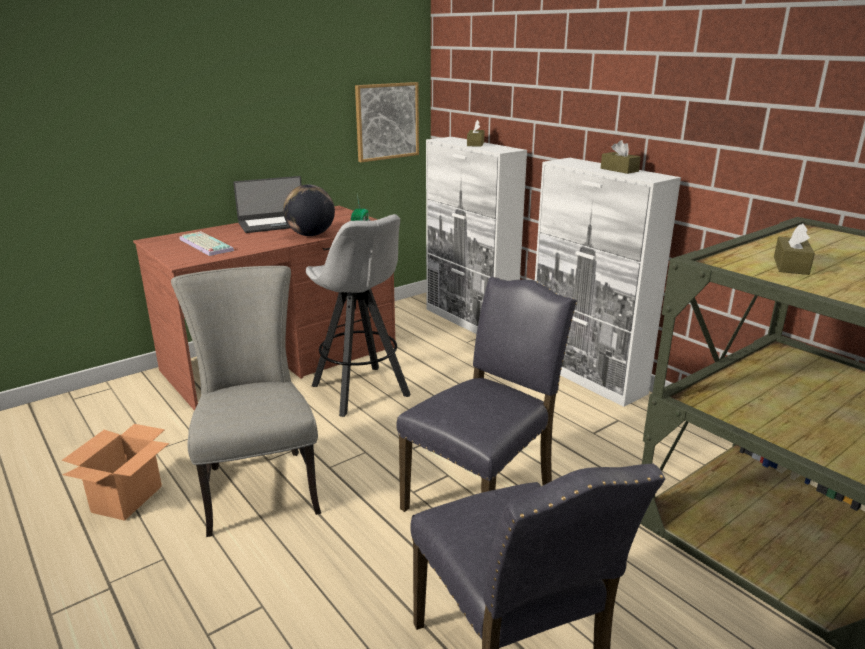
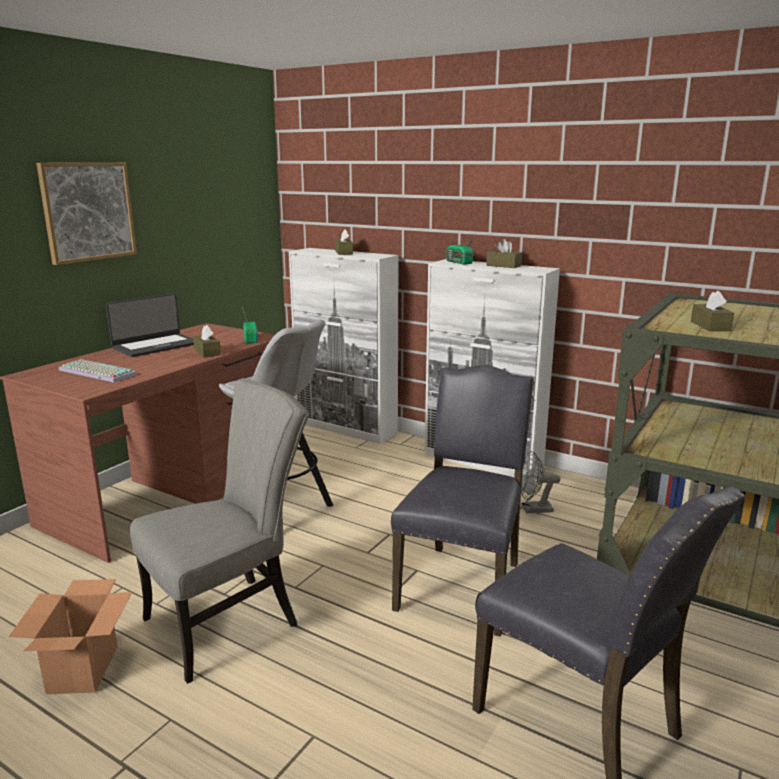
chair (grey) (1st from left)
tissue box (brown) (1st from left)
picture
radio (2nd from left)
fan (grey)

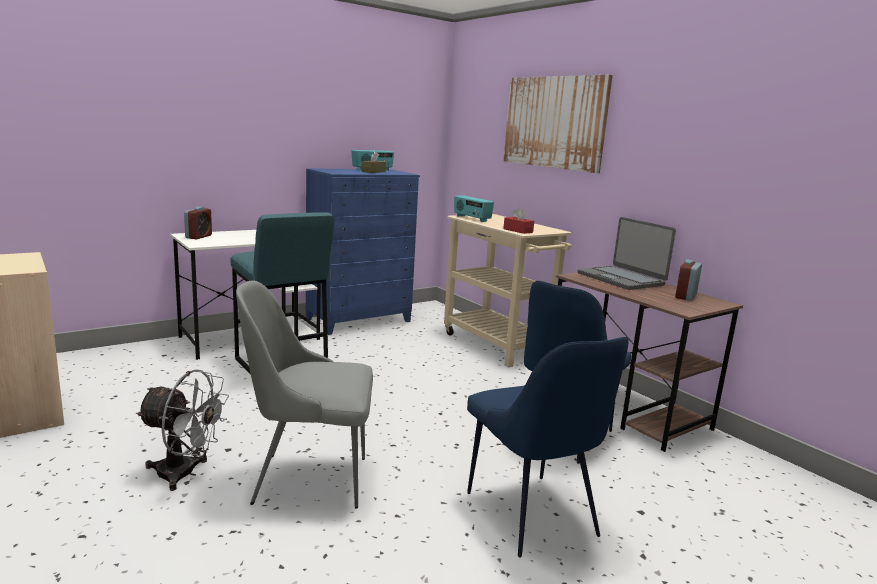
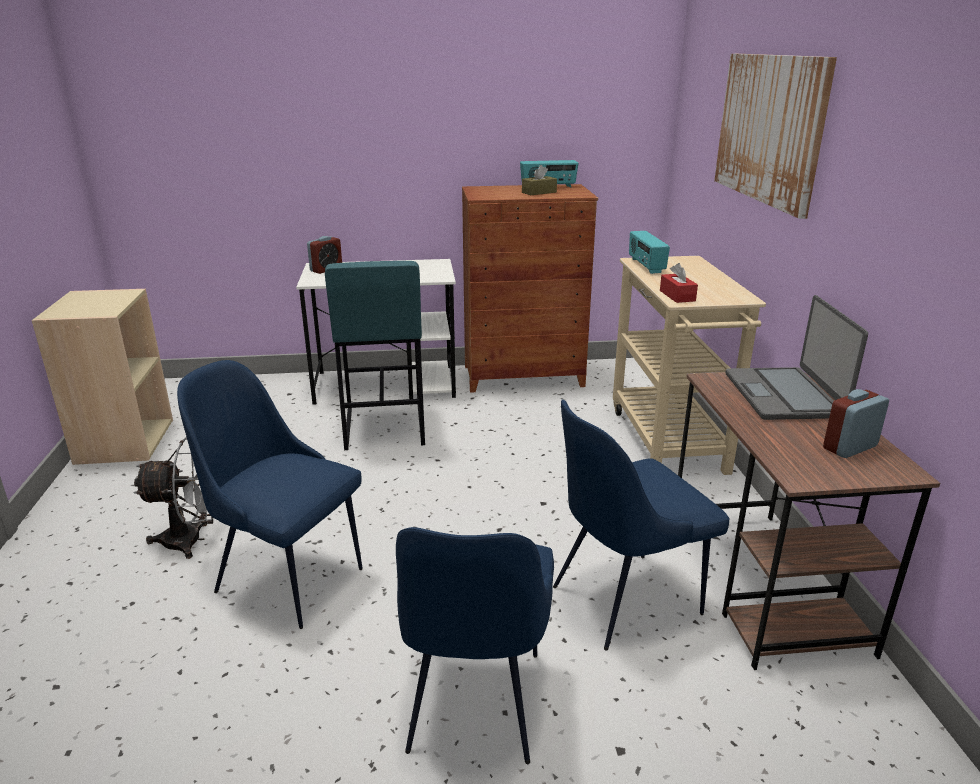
fan (grey)
chair (blue) (1st from left)
dresser (brown)

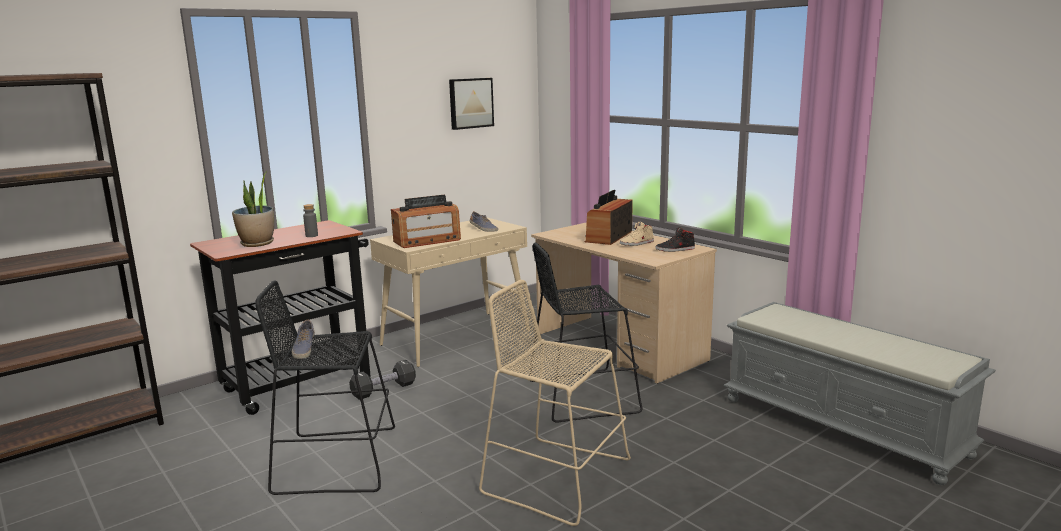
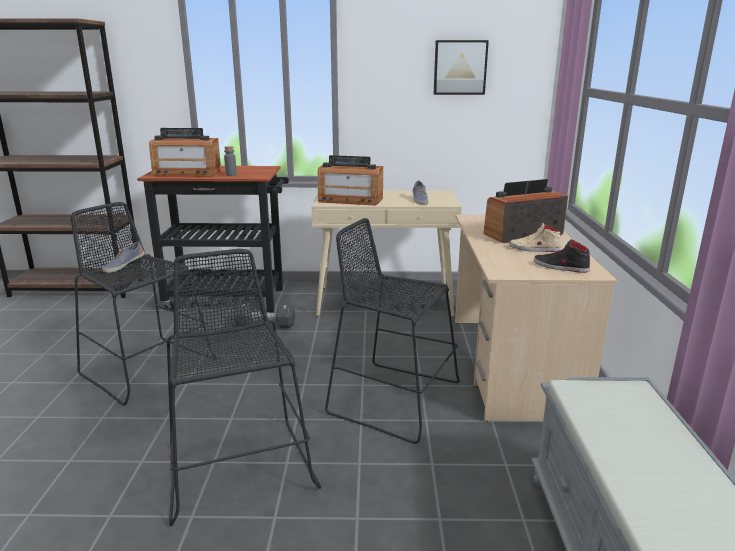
radio (1st from left)
stool (black) (2nd from left)

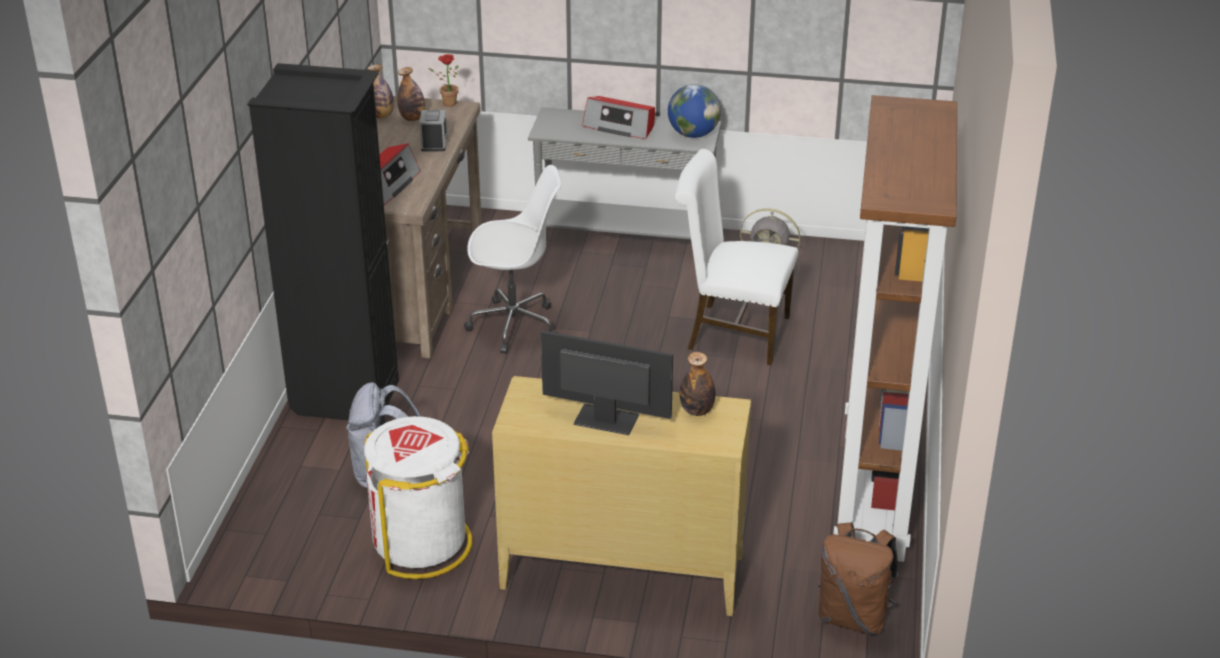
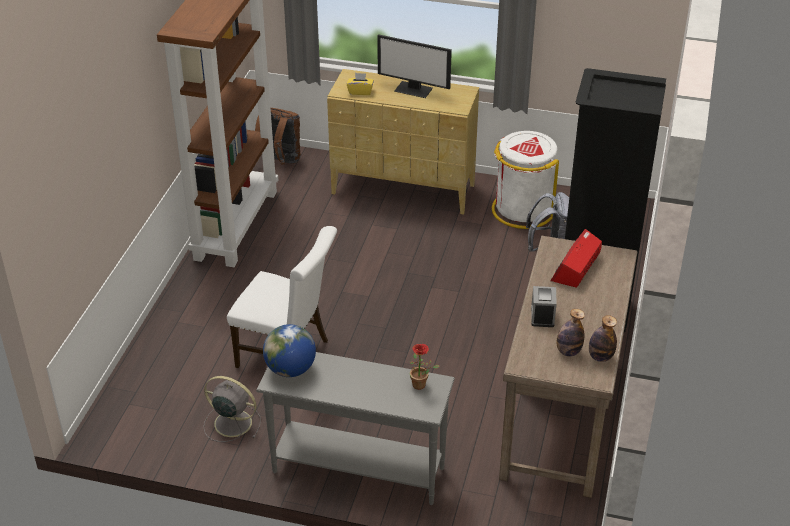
potted plant
office chair (white)
radio (2nd from left in the first image)
tissue box (yellow)

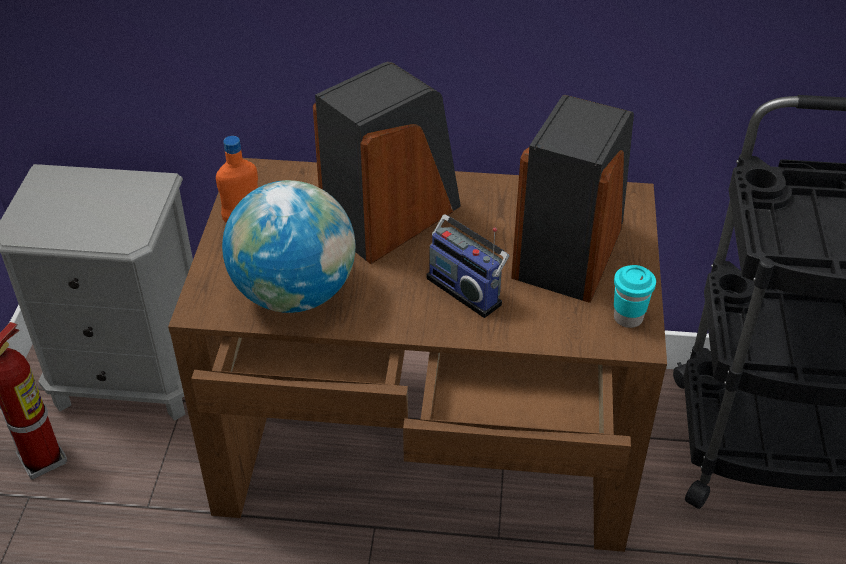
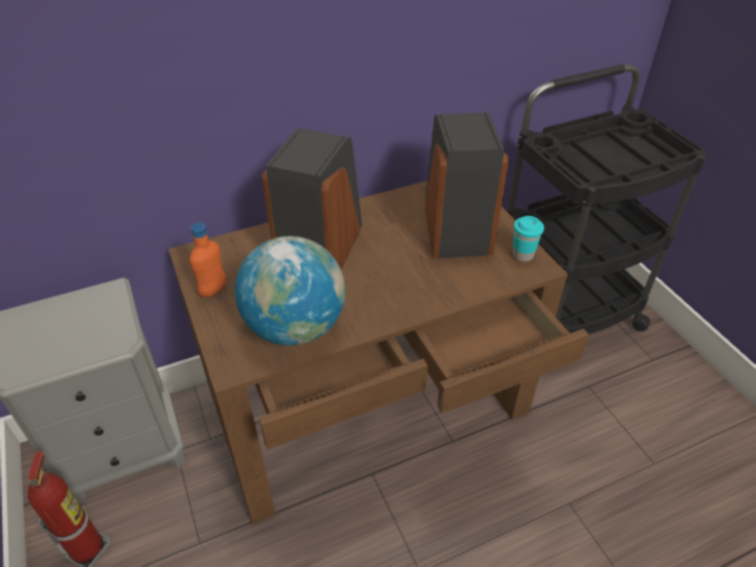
radio

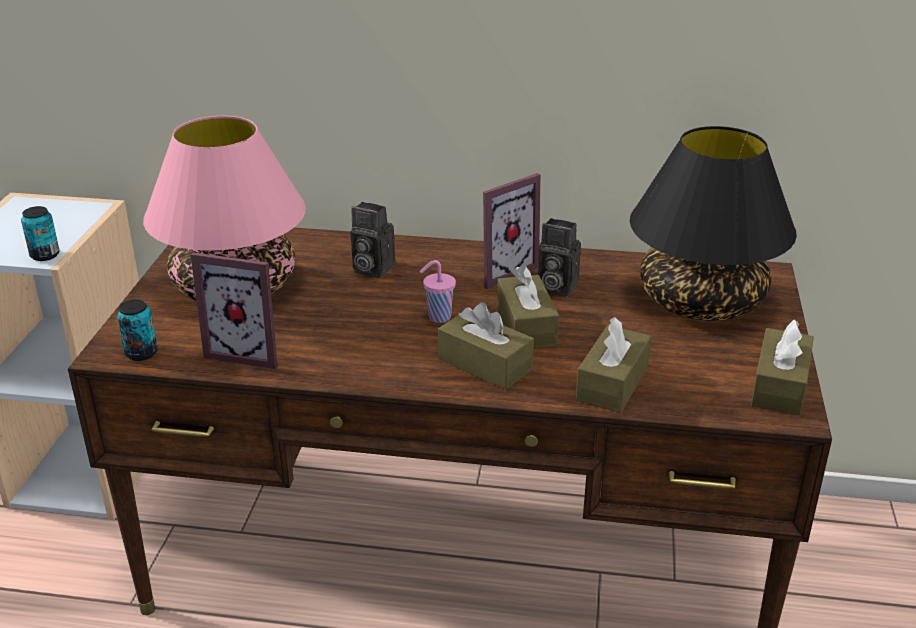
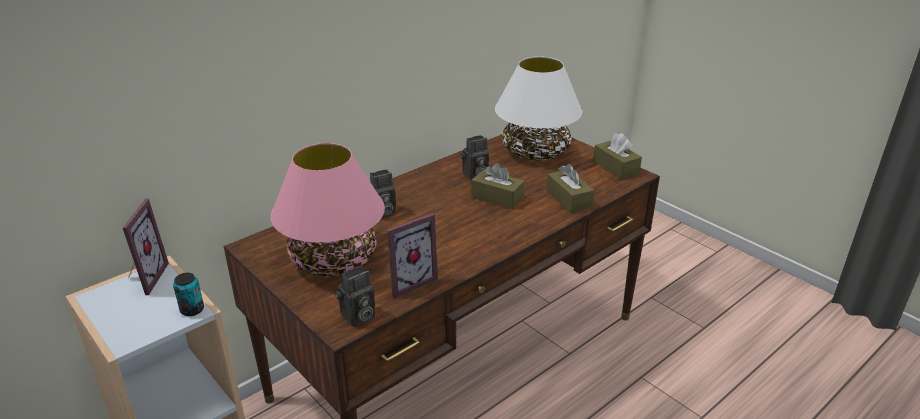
photo camera (1st from left)
cup (pink)
tissue box (brown) (1st from left in the first image)
picture frame (1st from left)
table lamp (white)

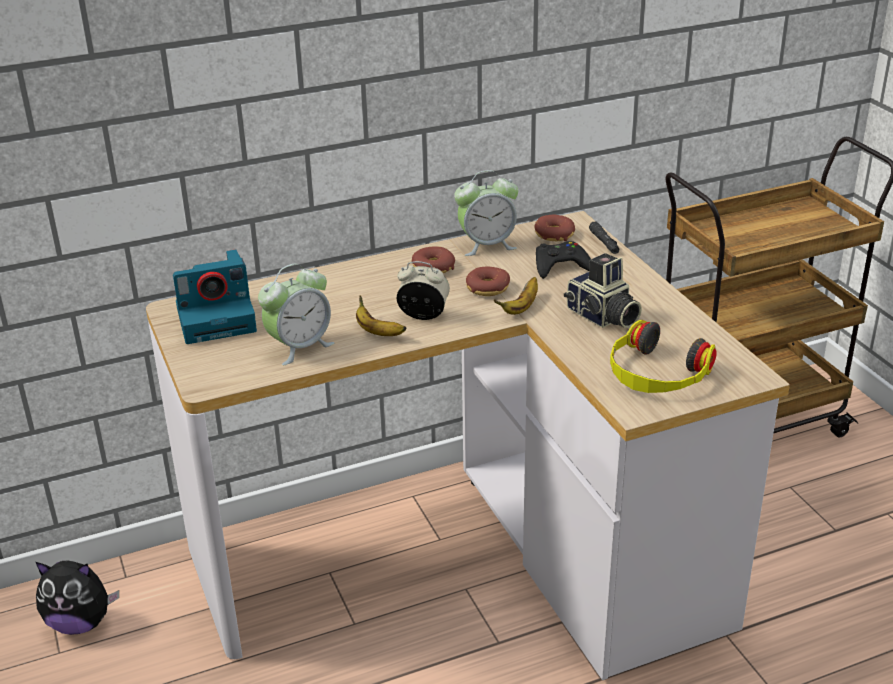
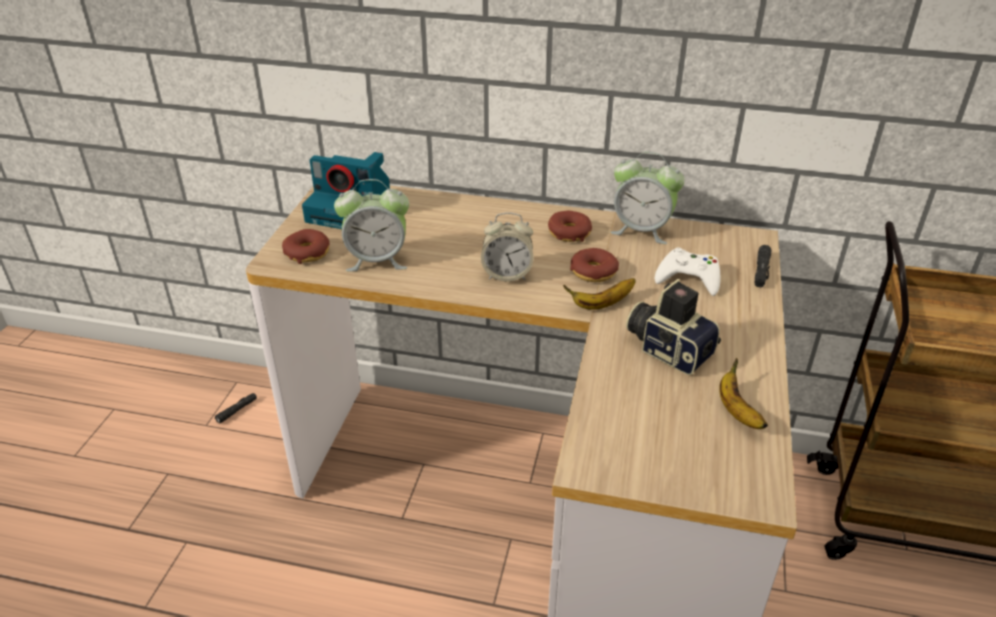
flashlight (black) (1st from left)
banana (2nd from left)
alarm clock (2nd from left)
donut (1st from left)
game controller (white)
photo camera (2nd from left)
headphones

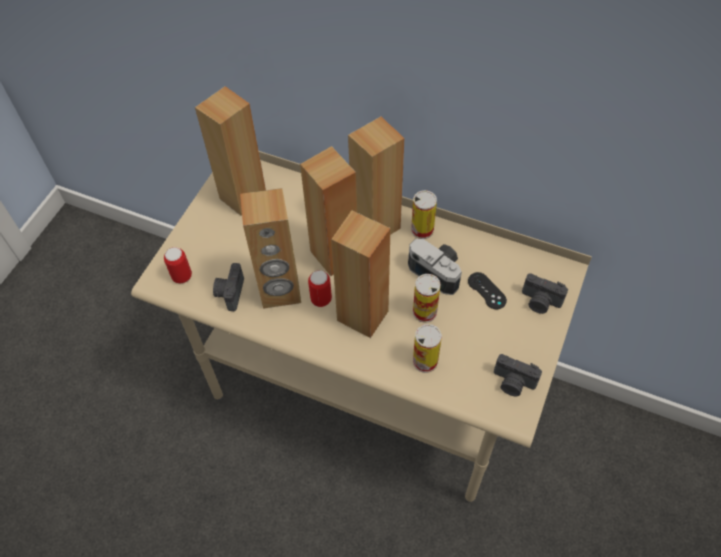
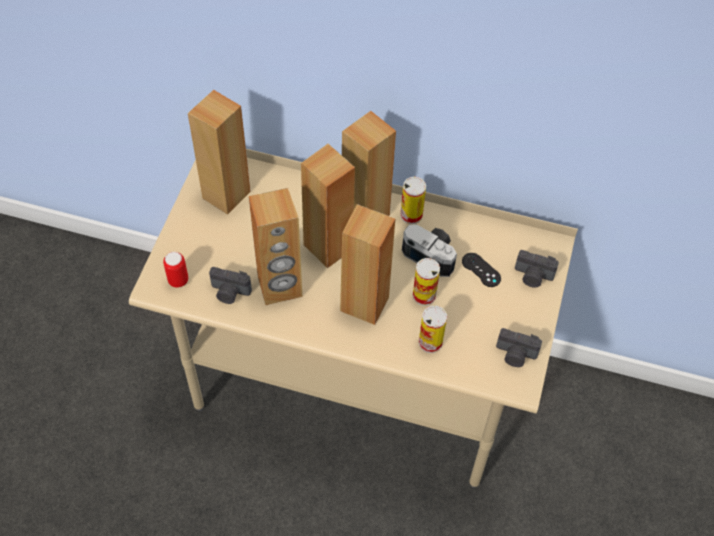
photo camera (1st from left)
can (2nd from left in the first image)

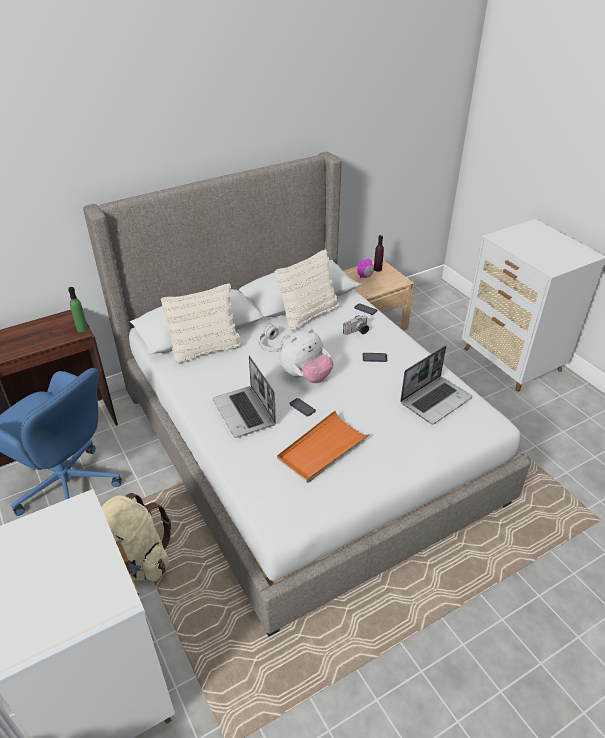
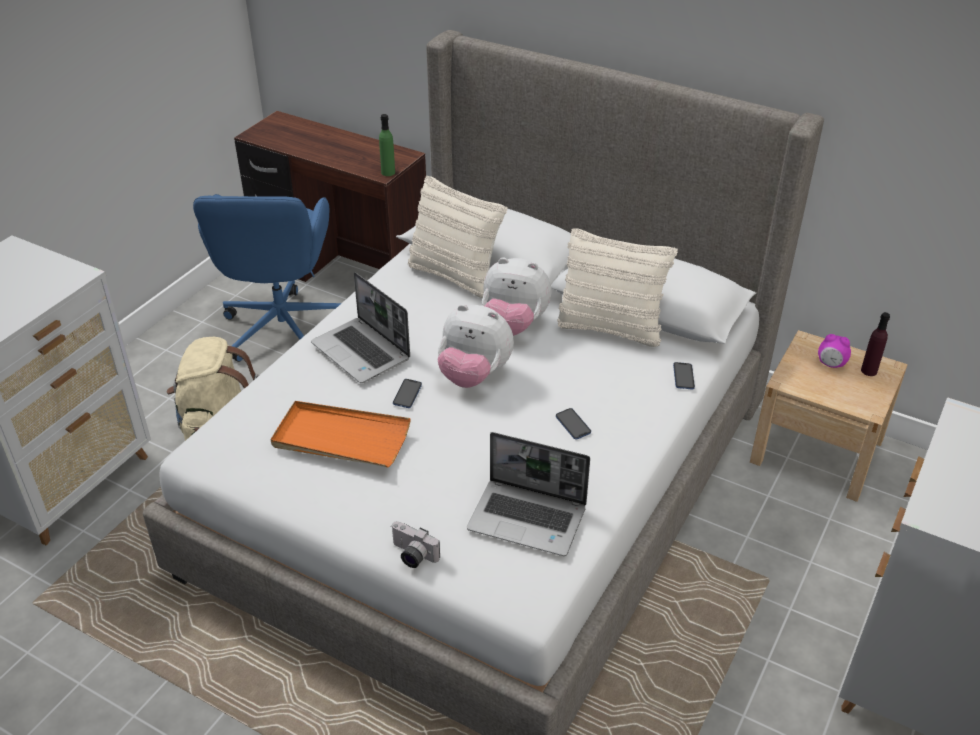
laptop (1st from left)
plush toy (2nd from left)
photo camera

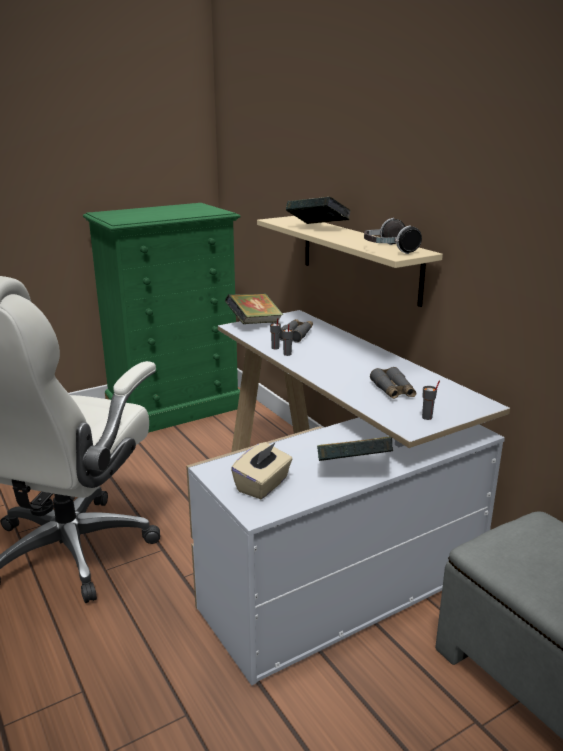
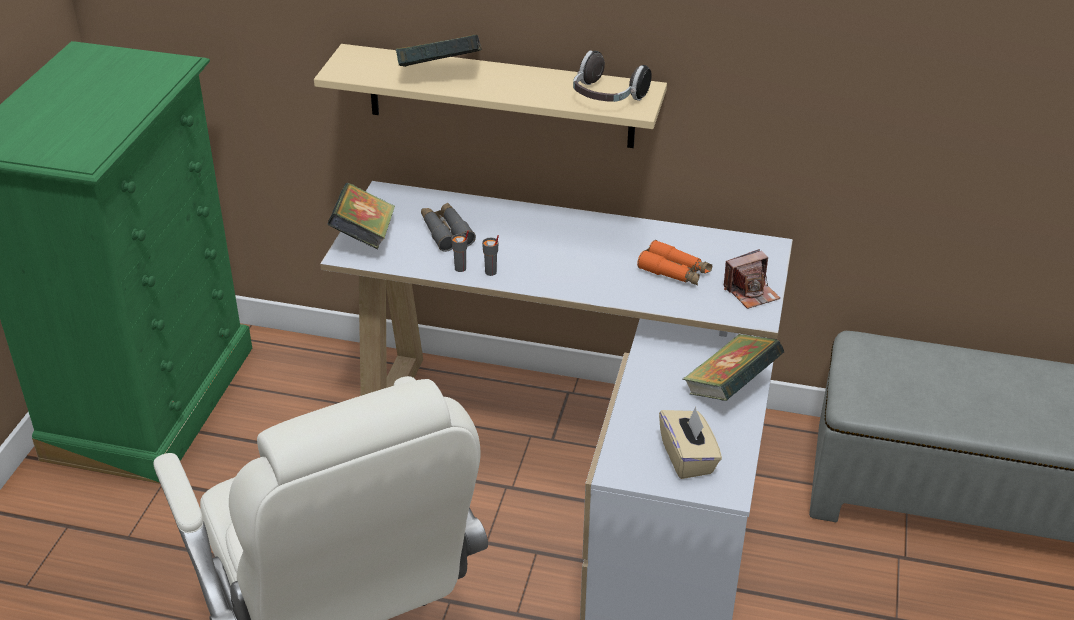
binoculars (orange)
photo camera

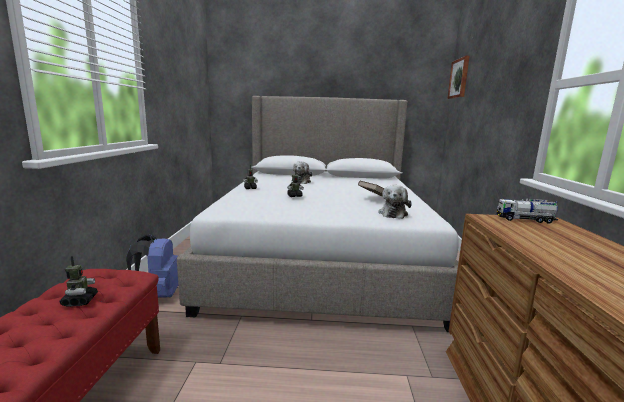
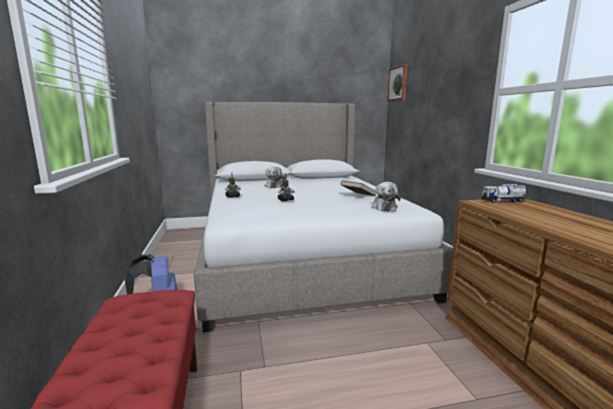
toy robot (1st from left in the first image)

